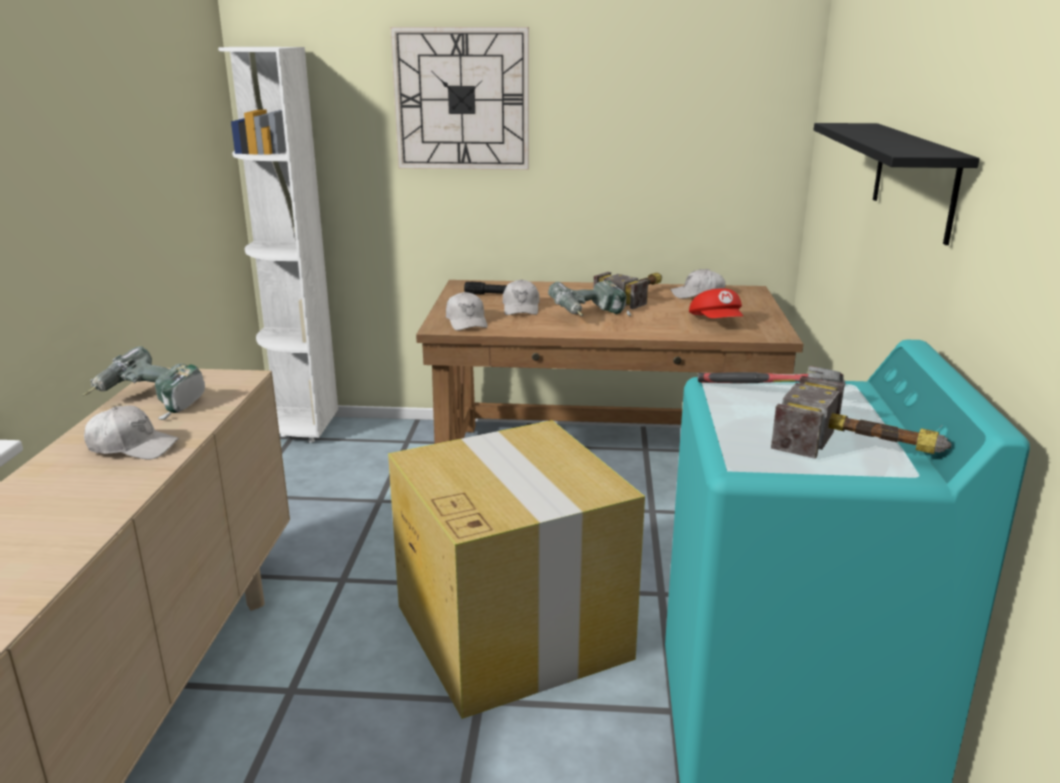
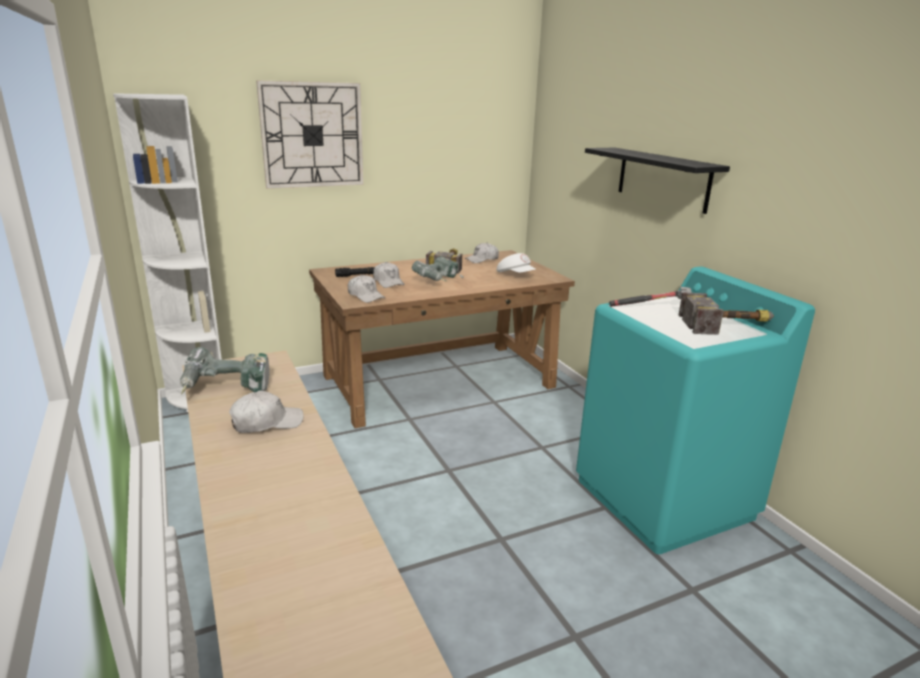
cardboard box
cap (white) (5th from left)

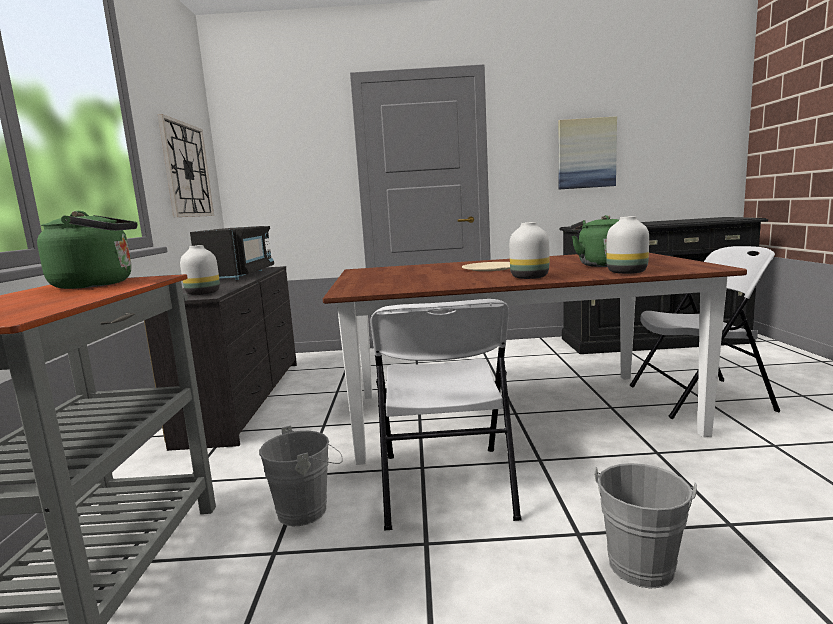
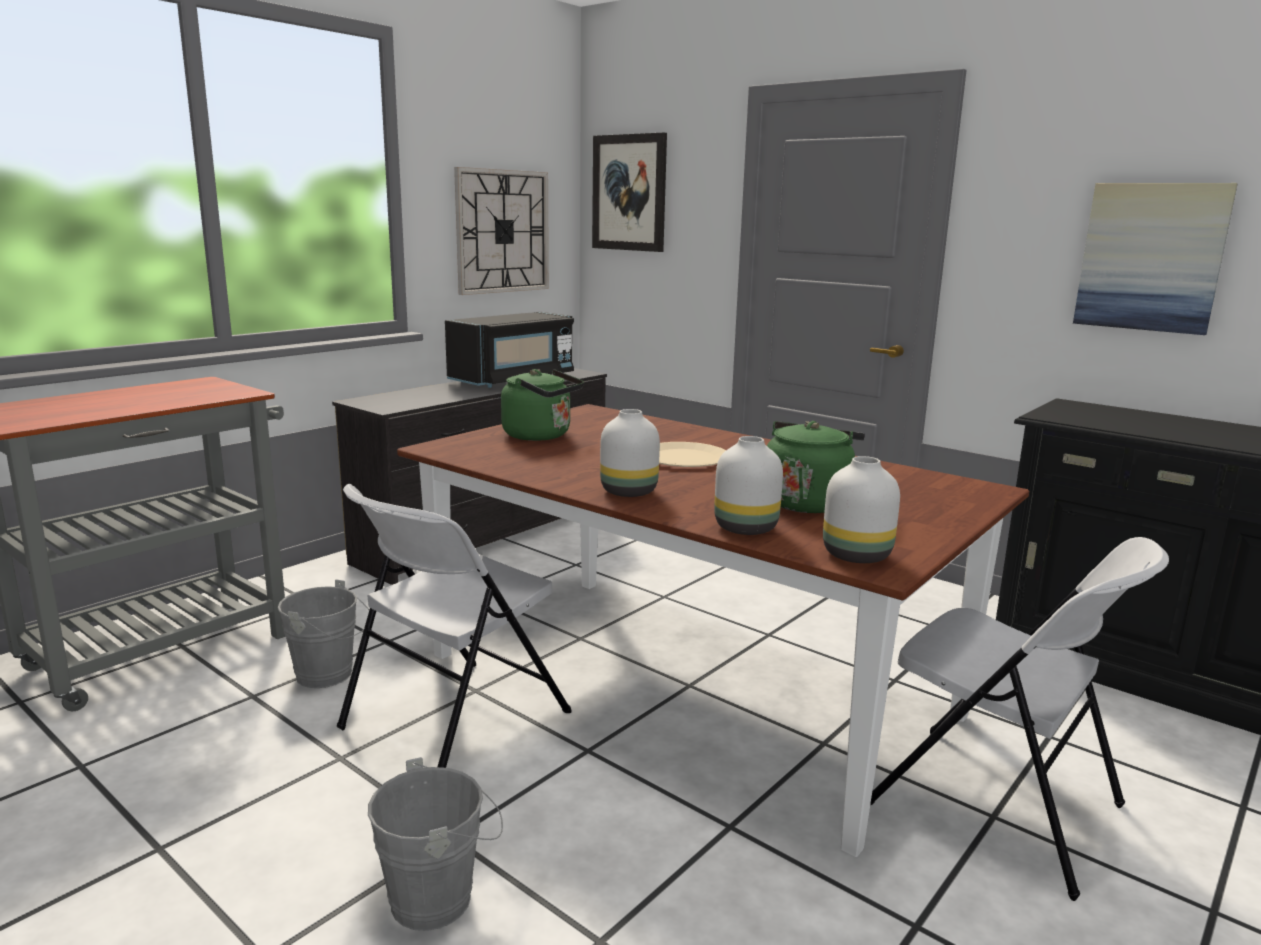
kettle (green) (1st from left)
vase (white) (3rd from left)
picture (1st from left)

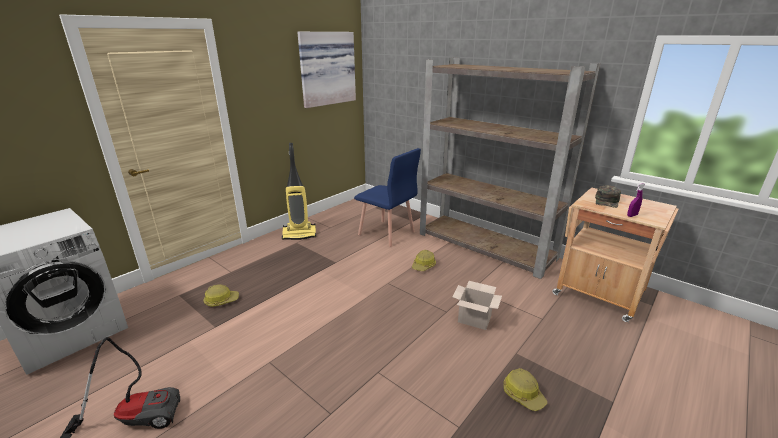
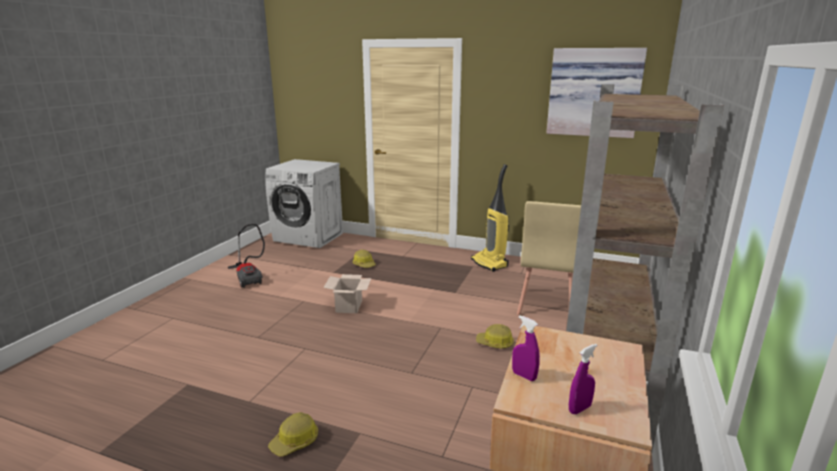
chair (beige)
cardboard box
cap (green)
spray bottle (purple) (2nd from left)

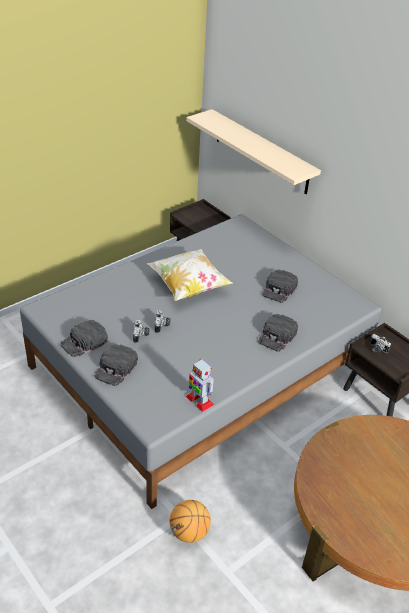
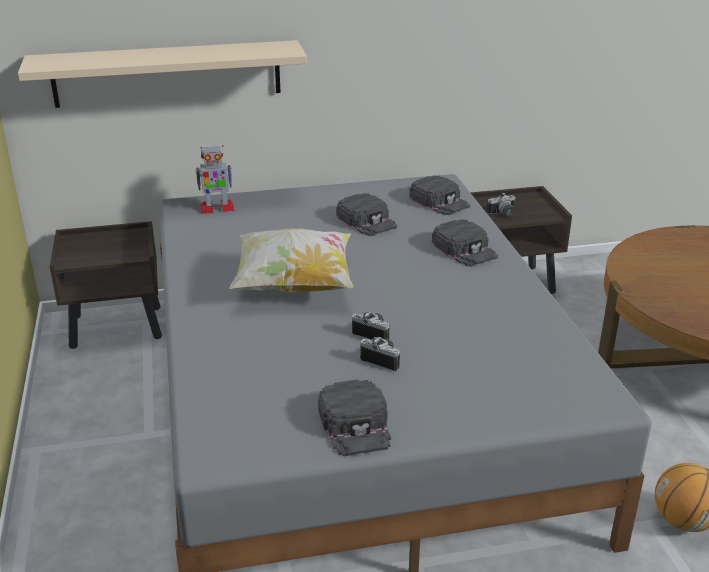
cap (black) (3rd from left)
toy robot

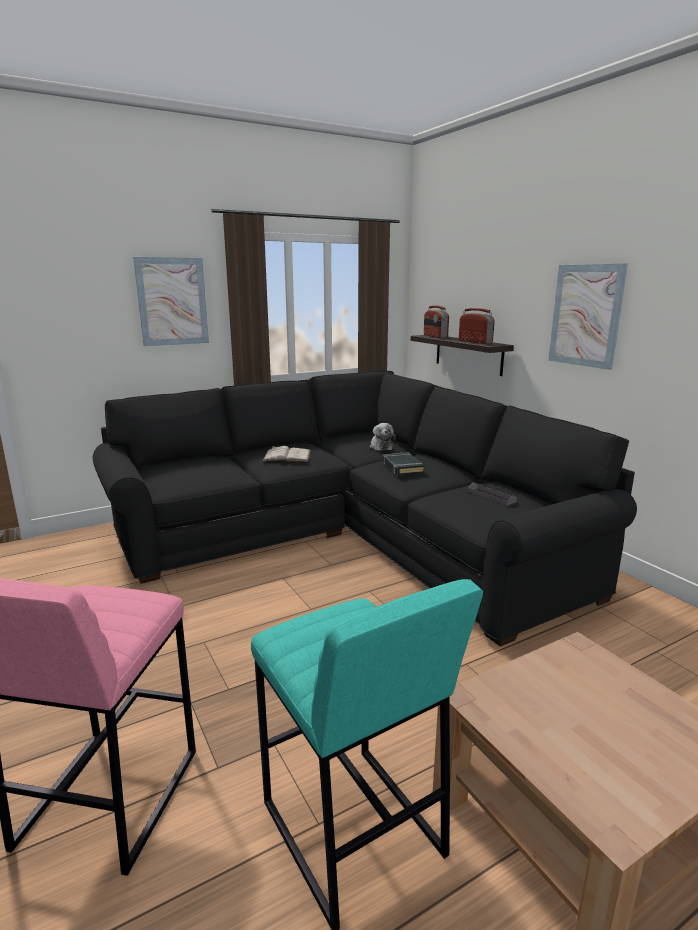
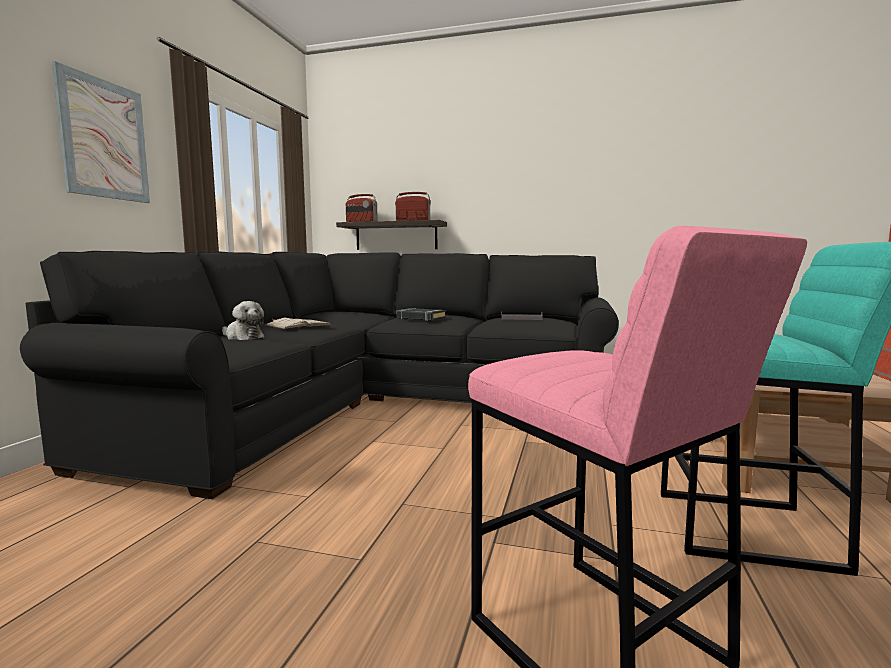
plush toy
picture (2nd from left in the first image)

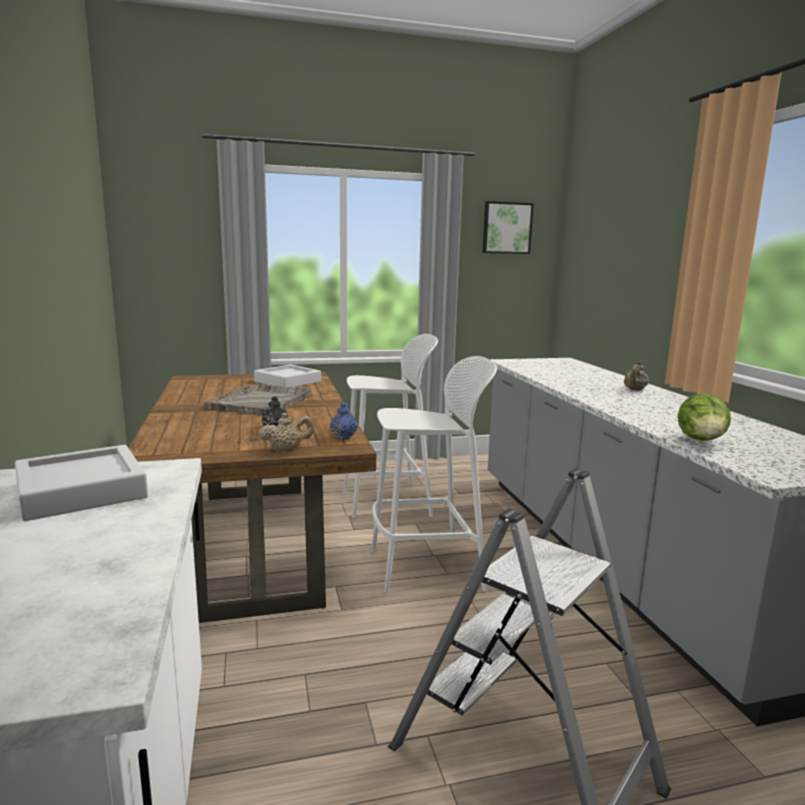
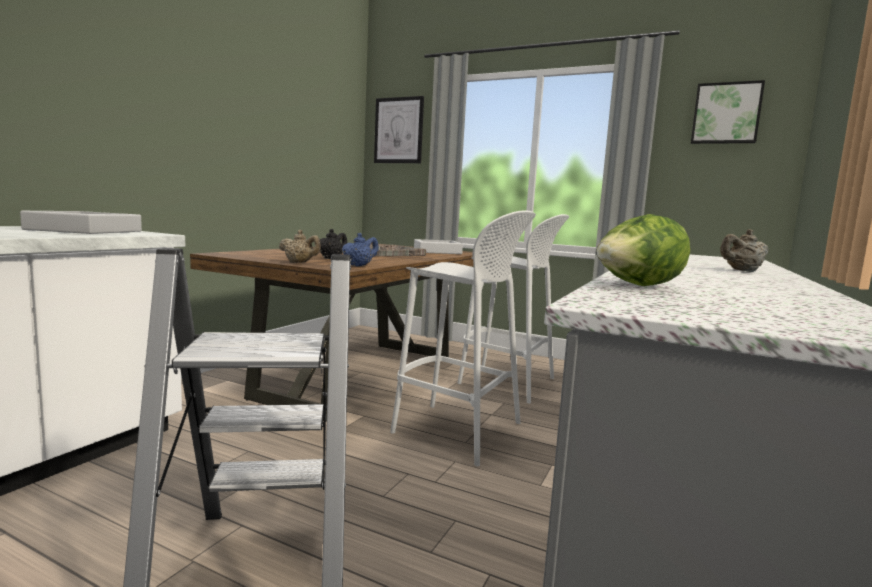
picture (1st from left)

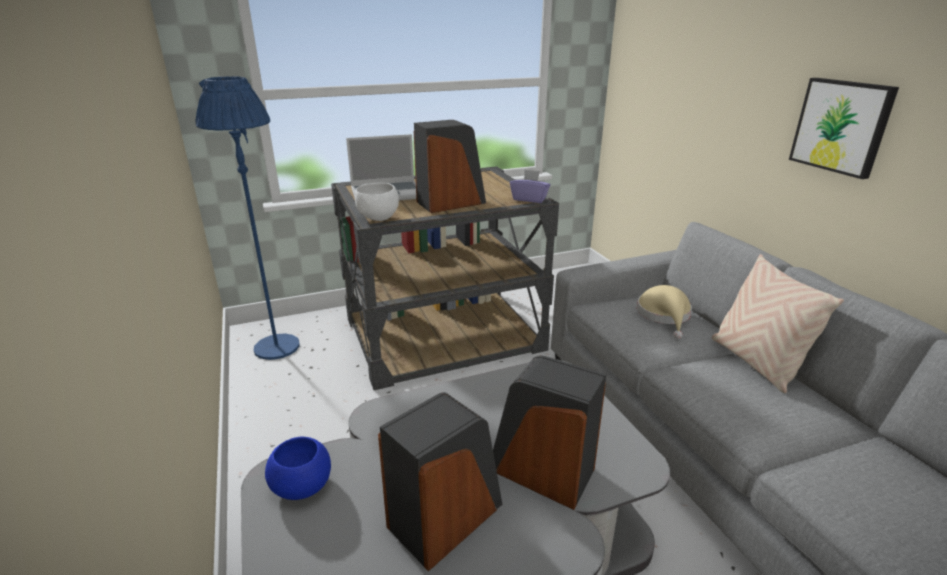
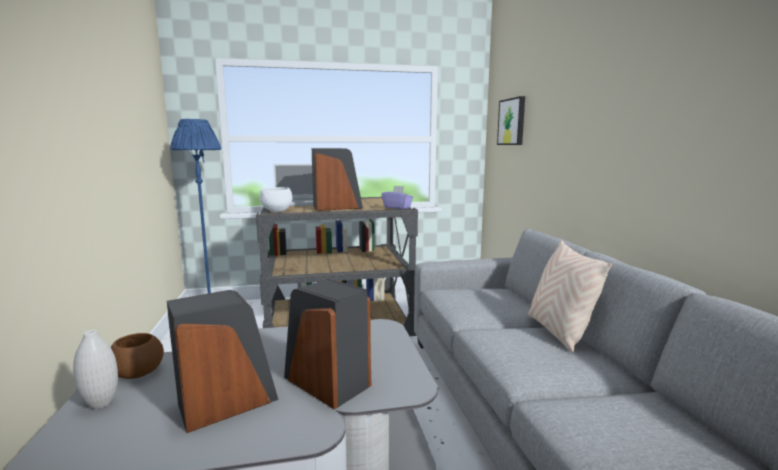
bowl (brown)
hat (beige)
picture
vase (white)

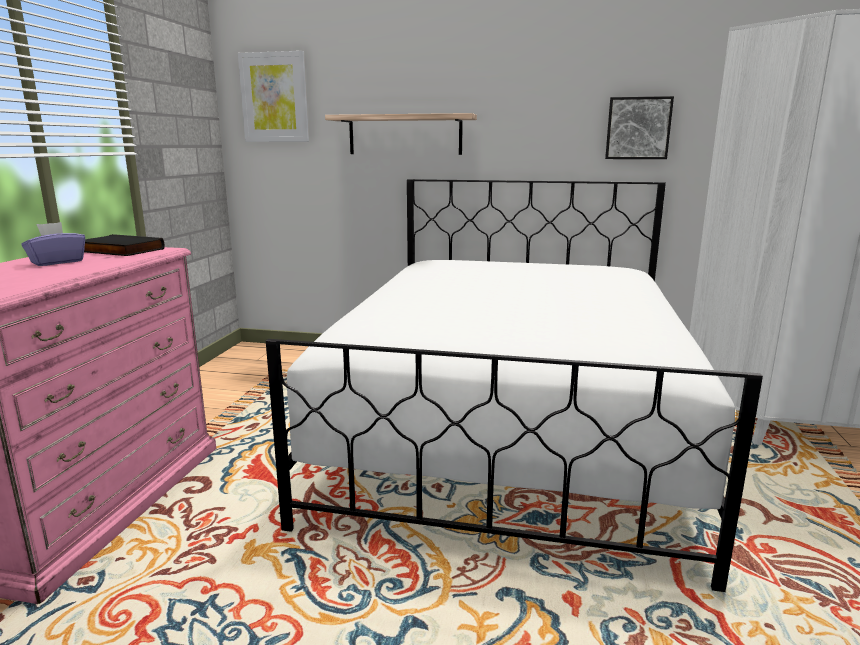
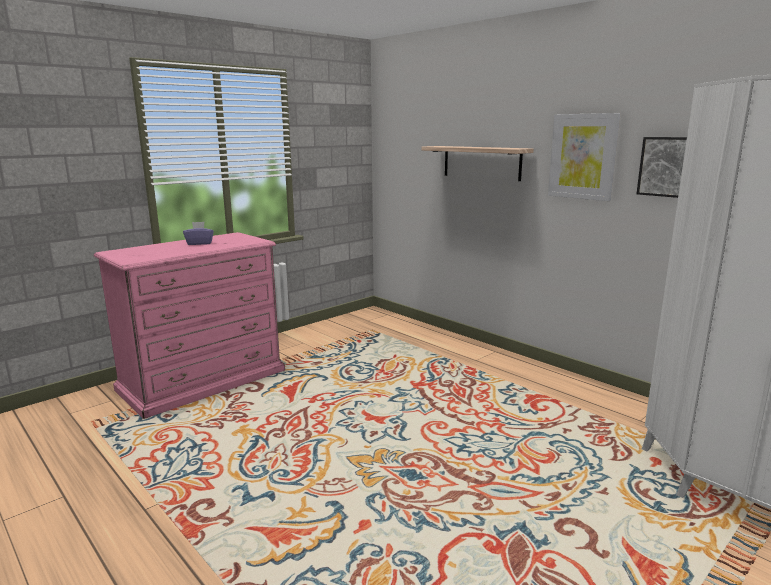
book (black)
picture (1st from left)
bed (white)

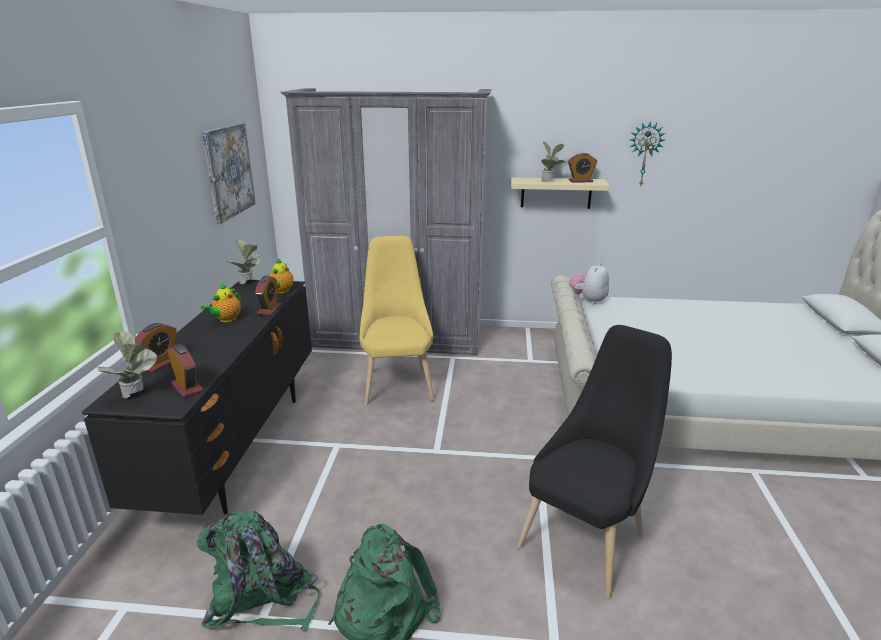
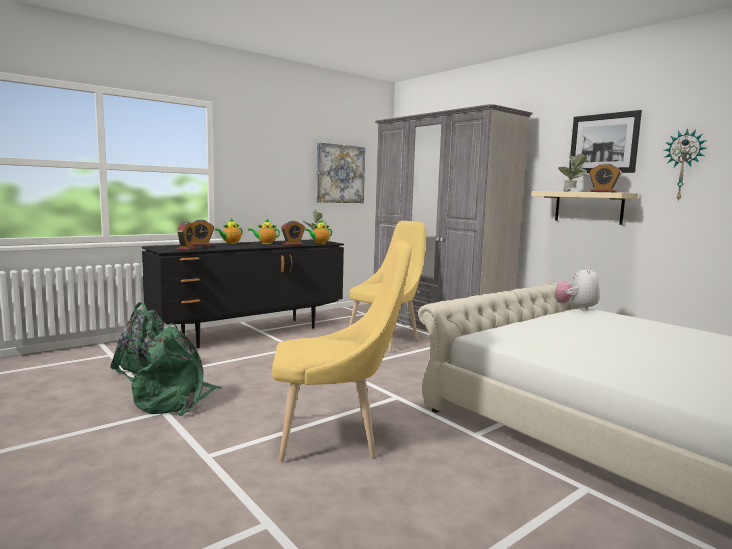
potted plant (1st from left in the first image)
chair (yellow) (1st from left)
plush toy
teapot (1st from left)
picture (2nd from left)

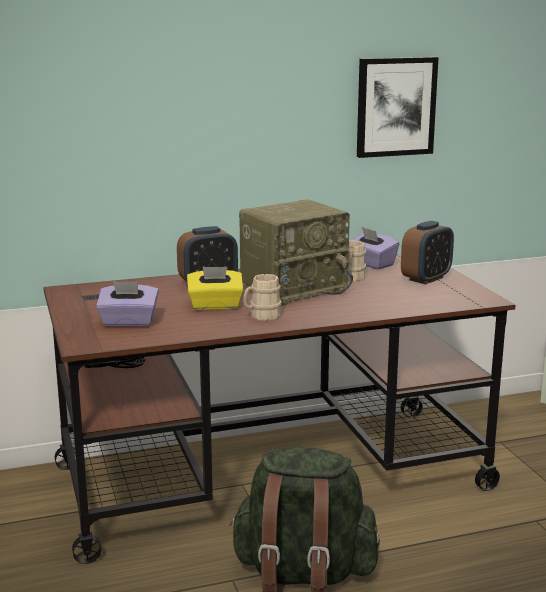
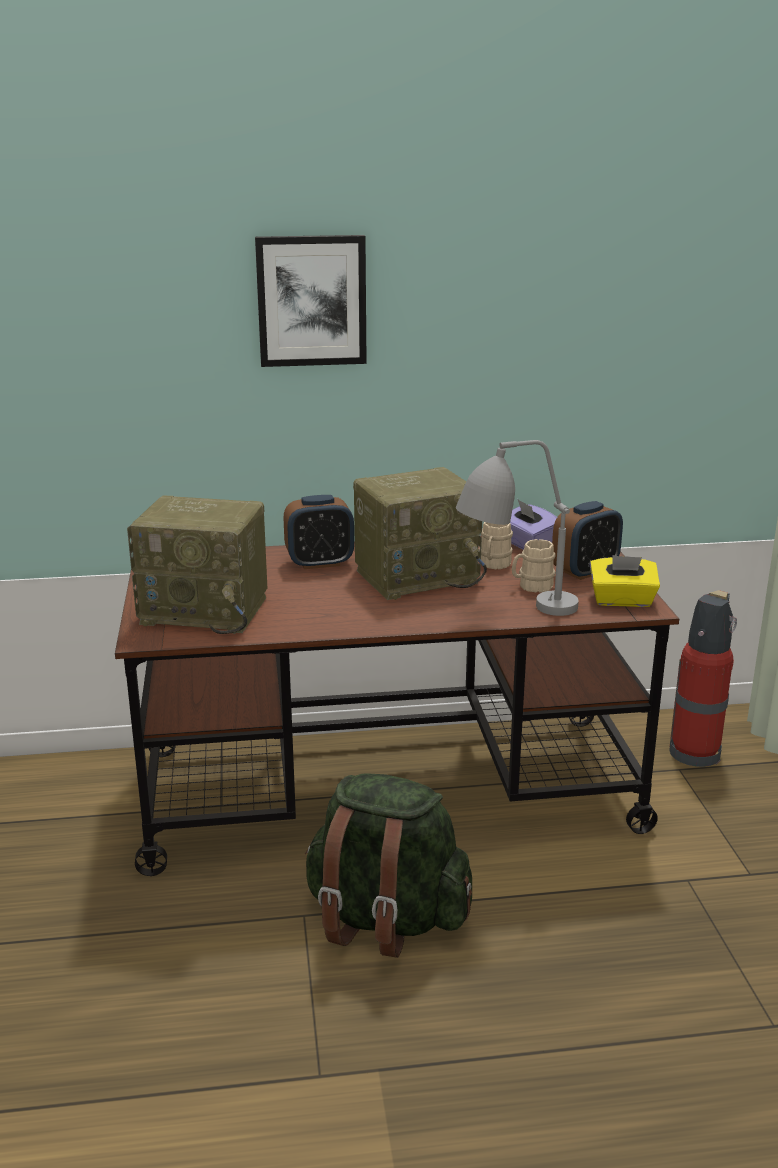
radio (1st from left)
tissue box (yellow)
mug (beige) (2nd from left)
picture
table lamp (grey)
fire extinguisher

